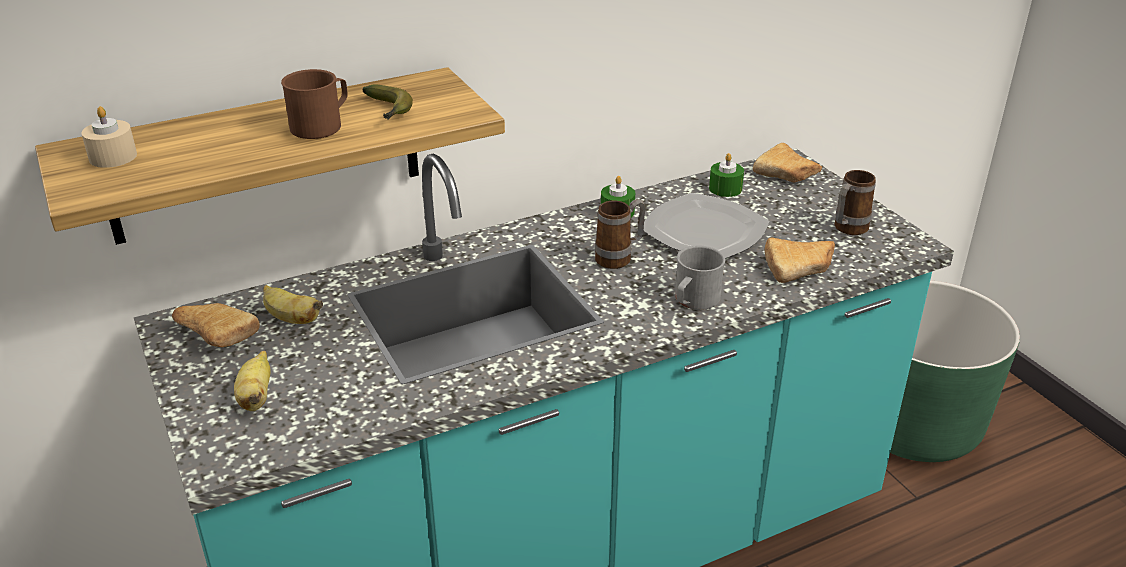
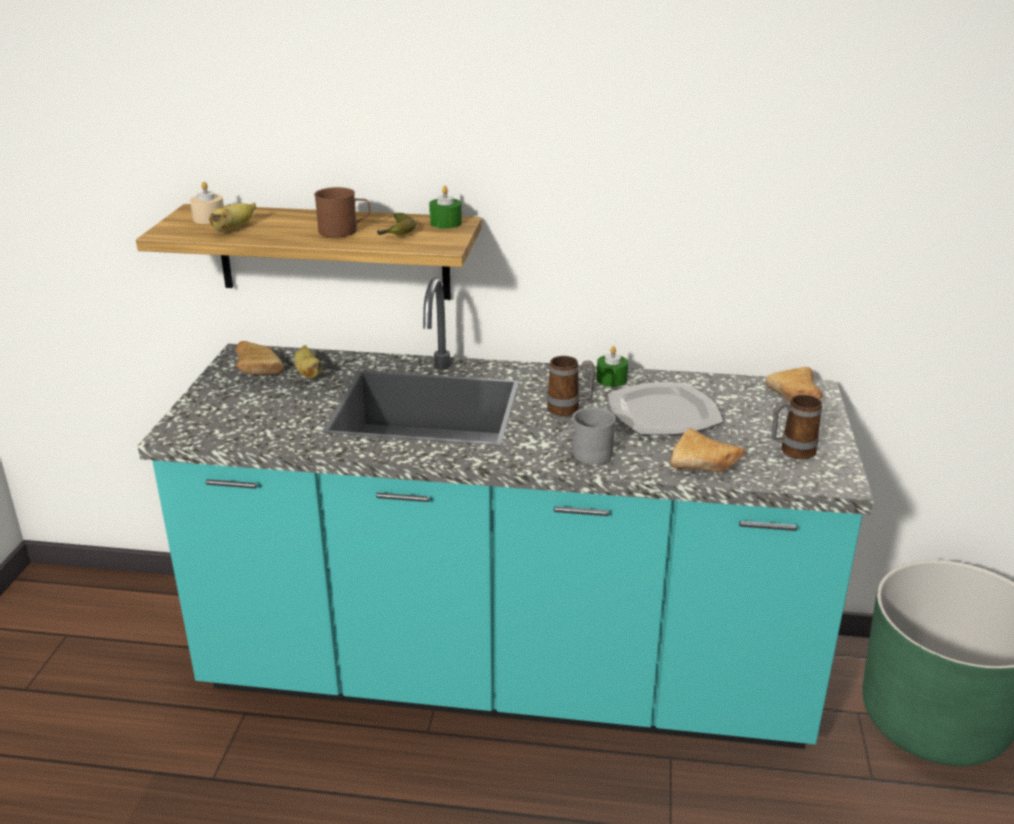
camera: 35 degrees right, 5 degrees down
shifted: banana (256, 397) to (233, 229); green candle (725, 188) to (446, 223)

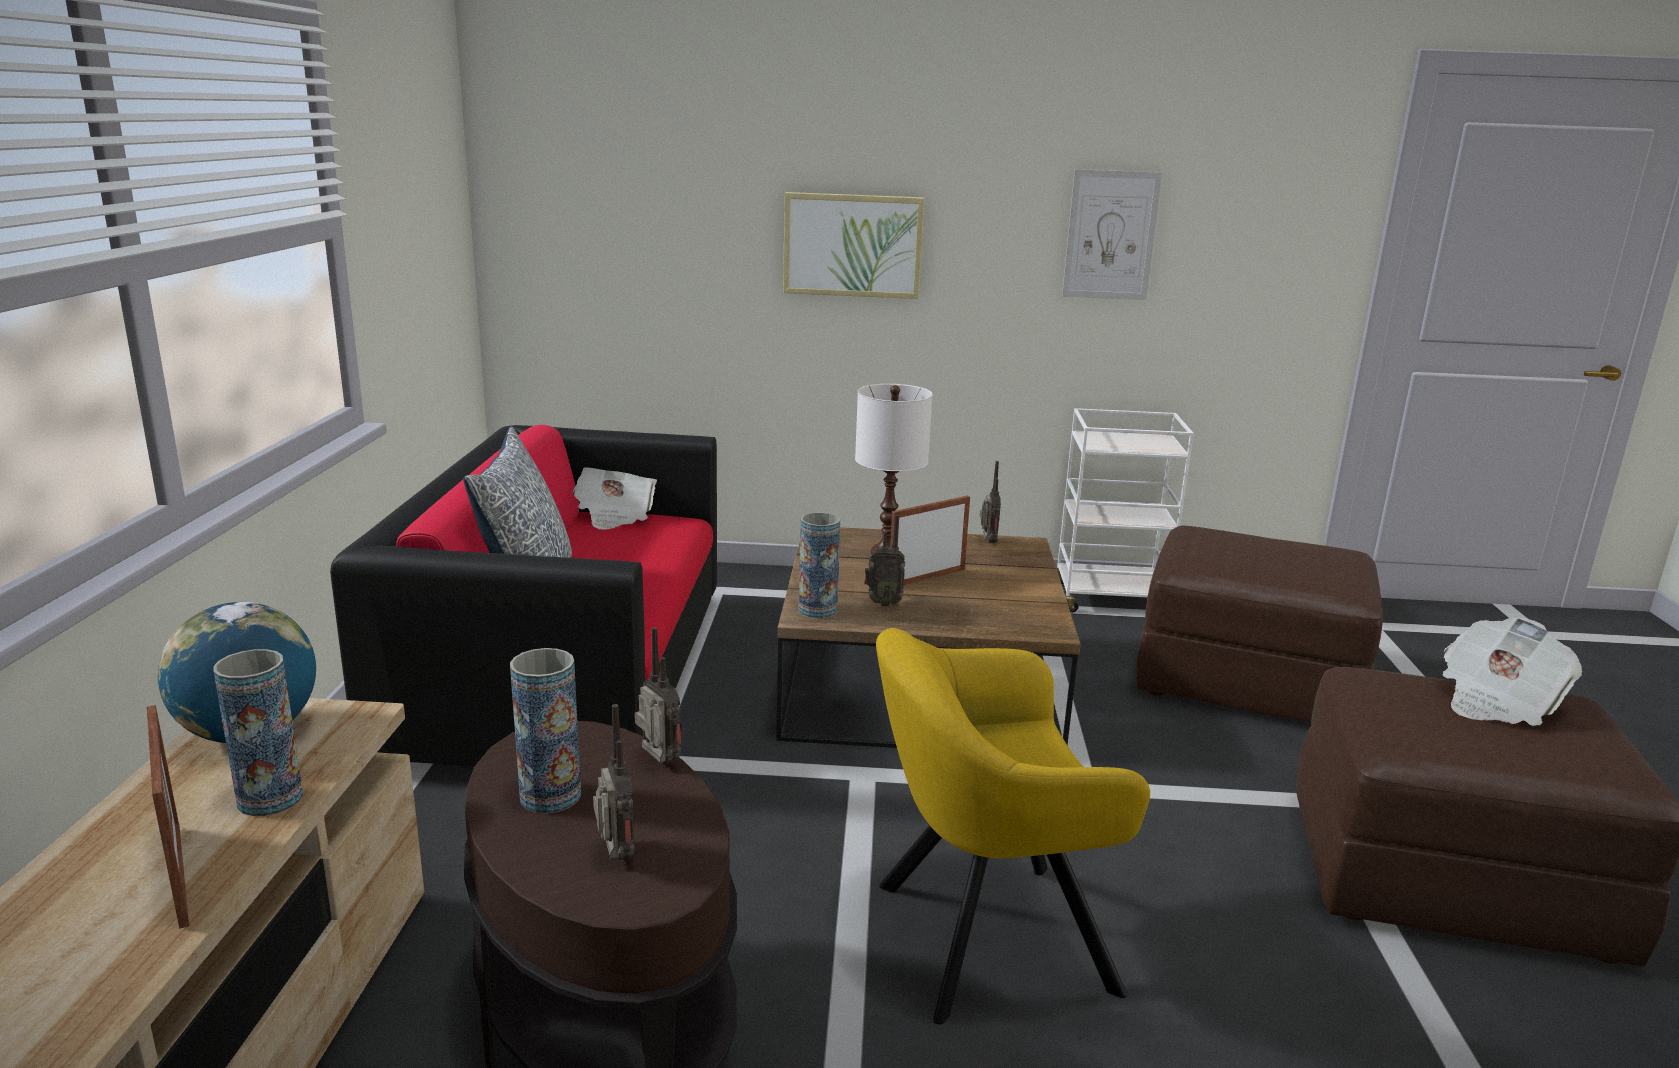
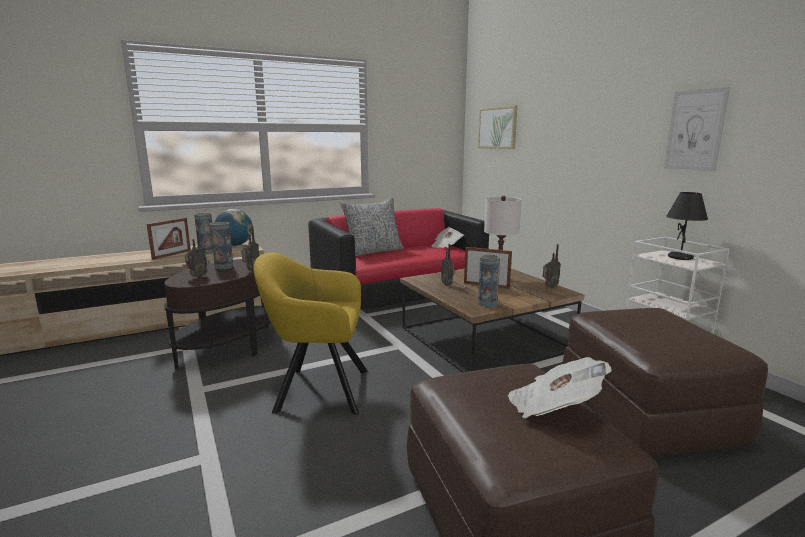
camera: 60 degrees right, 5 degrees down
new: black table lamp (680, 257)
shifted: picture (852, 245) to (497, 128); vase (817, 610) to (487, 303)
rotated: yellow armchair (979, 938) = (316, 389) 45 degrees counterclockwise

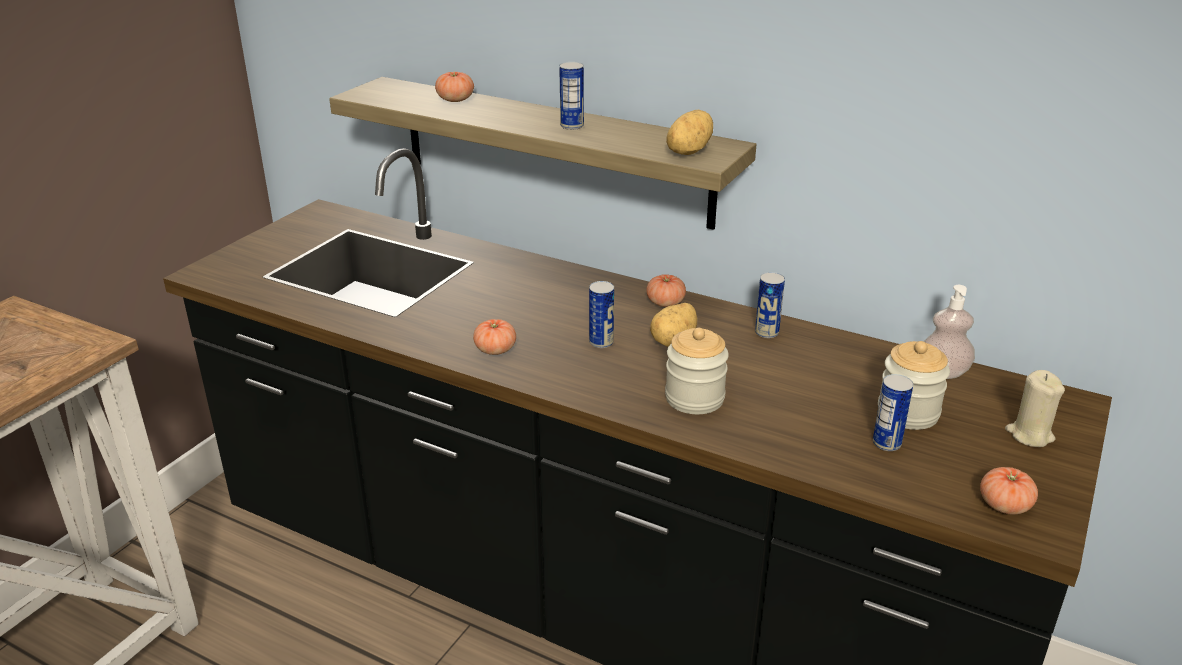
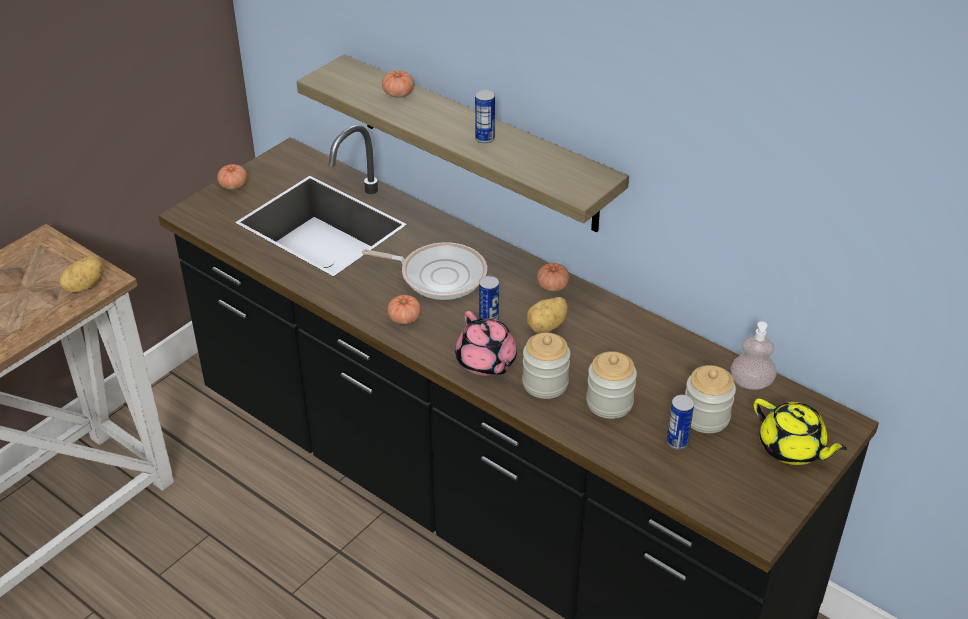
camera: 10 degrees right, 10 degrees up
gone: can (766, 332)
new: frying pan (439, 275); pink teapot (486, 362); jar (609, 403)
shifted: potato (686, 151) to (84, 286); tomato (1004, 505) to (233, 185)
swapped: beige candle (1029, 435) to yellow teapot (792, 448)

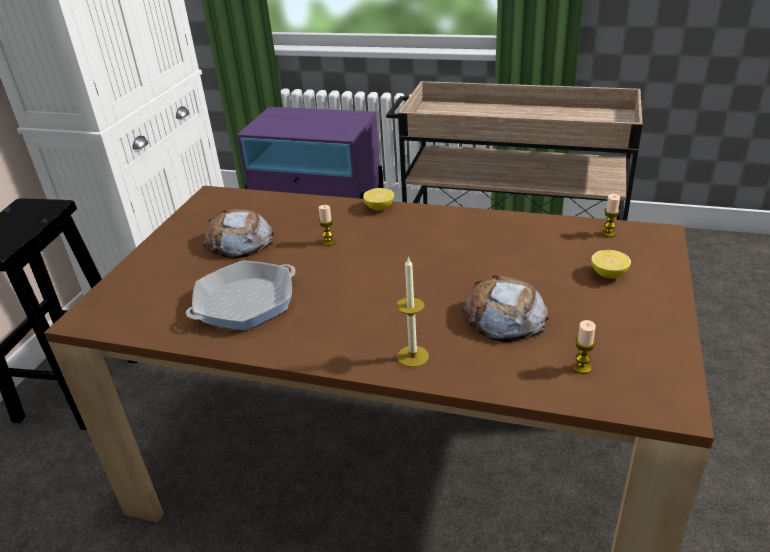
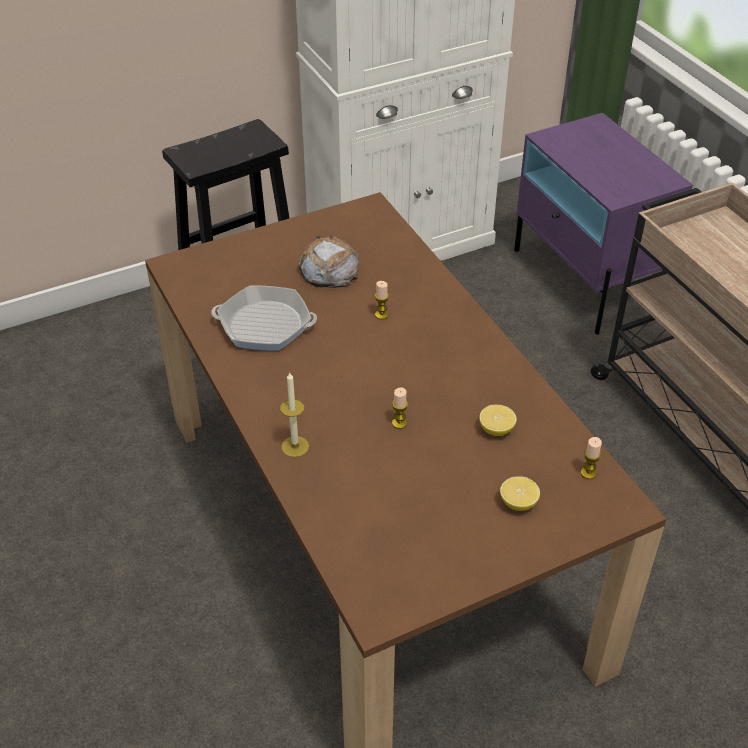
camera: 45 degrees right, 10 degrees up
gone: bread (504, 317)
shifted: candle (581, 367) to (399, 423); lemon (379, 208) to (496, 429)

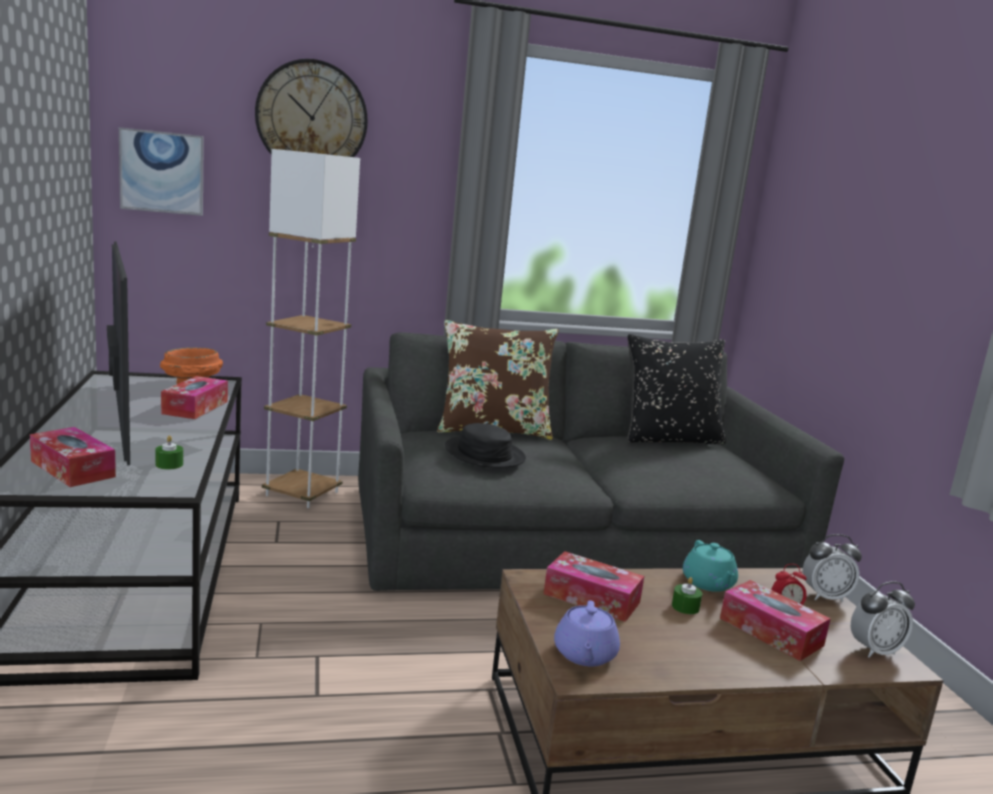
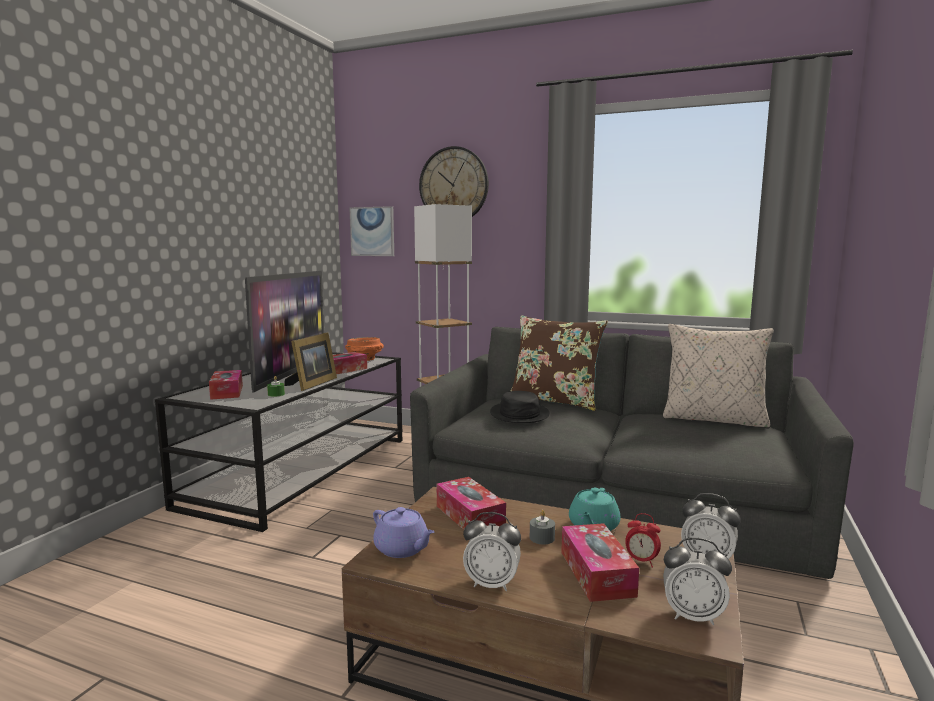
camera: 35 degrees right, 5 degrees down
new: picture frame (312, 384); alarm clock (491, 584)
repainted: green candle (685, 607) to grey candle (542, 538); black pillow (670, 439) to beige pillow (713, 420)
rotated: purple teapot (584, 655) = (402, 549) 90 degrees counterclockwise

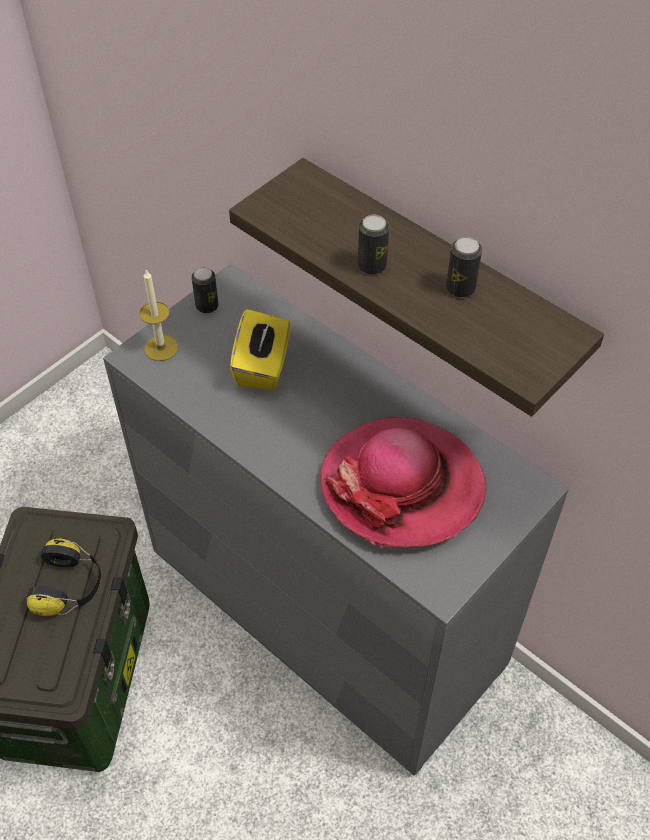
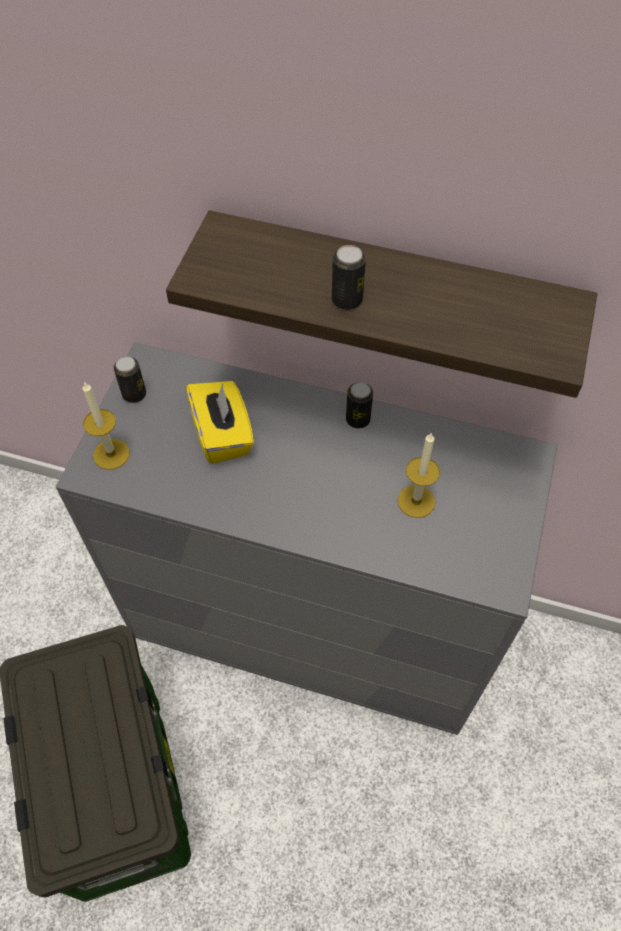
camera: 25 degrees left, 5 degrees up
gone: headphones (70, 586)
shifted: can (460, 288) to (358, 419)
swapped: hat (402, 485) to candle (416, 501)

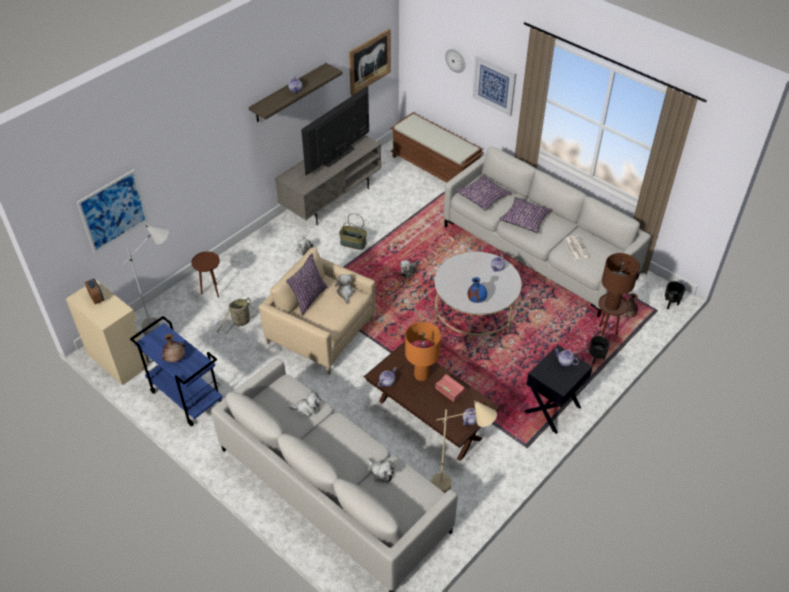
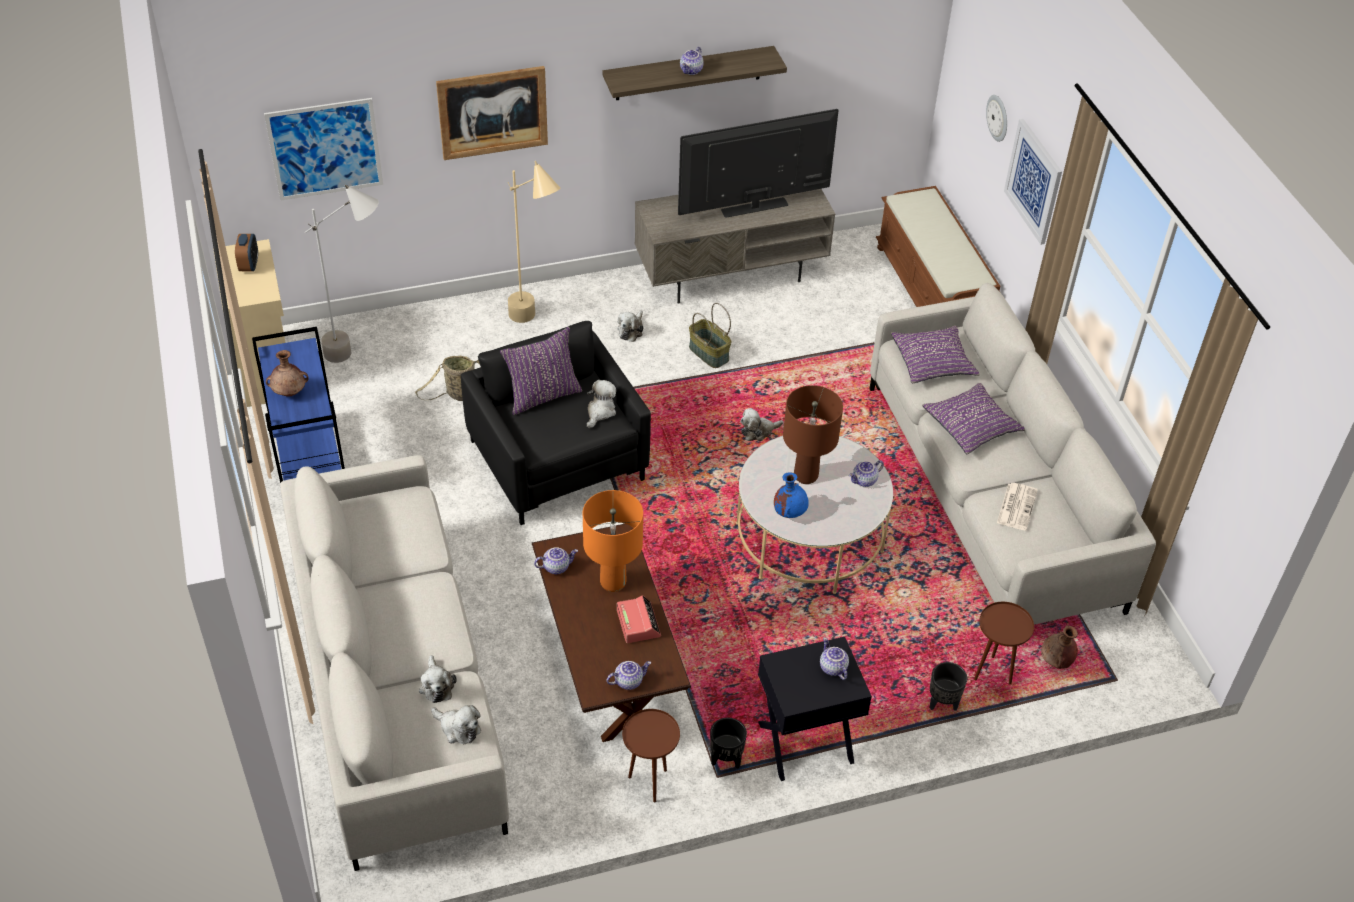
camera: 30 degrees right, 0 degrees up
shifted: plush toy (307, 408) to (458, 728); picture (369, 62) to (493, 112); beige floor lamp (457, 493) to (536, 325); brown side table (212, 291) to (650, 782); black planter (670, 303) to (726, 759); brown table lamp (612, 305) to (805, 476)
repainted: beige armchair (321, 332) to black armchair (557, 460)

